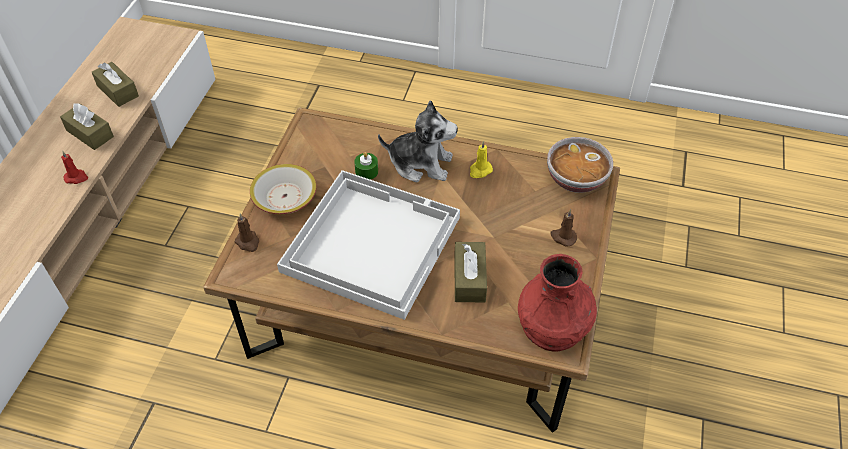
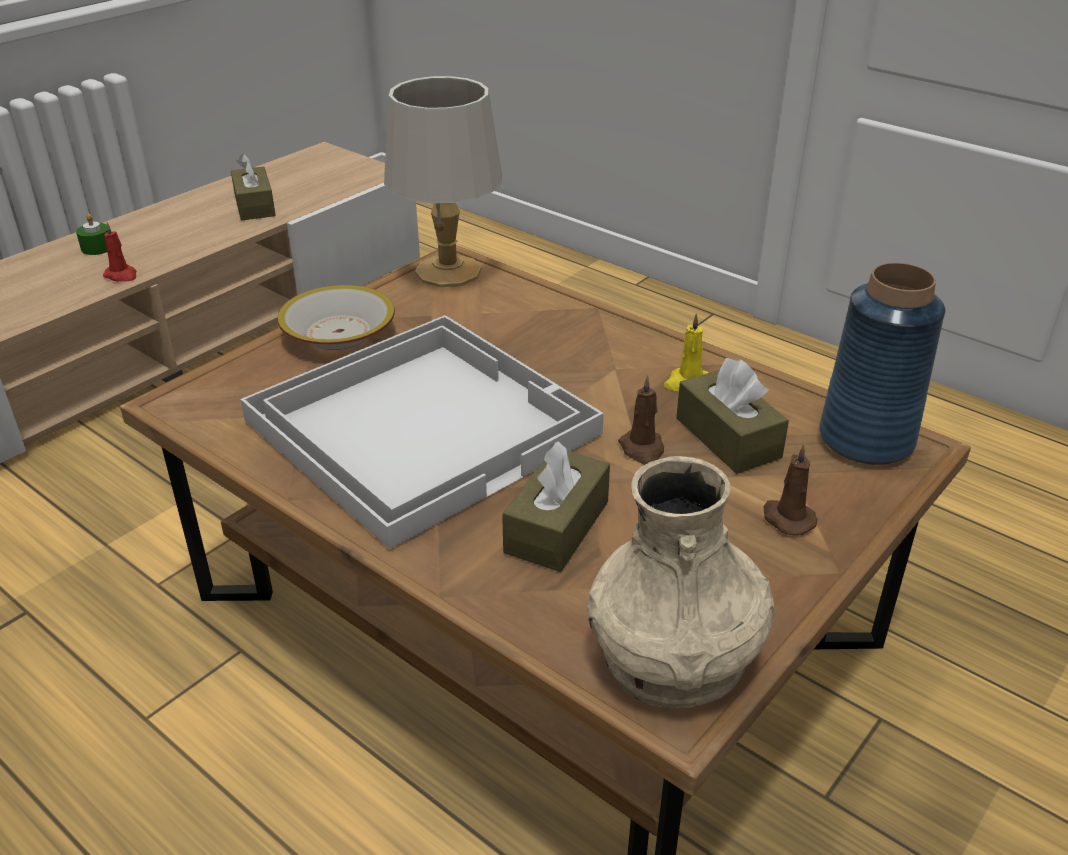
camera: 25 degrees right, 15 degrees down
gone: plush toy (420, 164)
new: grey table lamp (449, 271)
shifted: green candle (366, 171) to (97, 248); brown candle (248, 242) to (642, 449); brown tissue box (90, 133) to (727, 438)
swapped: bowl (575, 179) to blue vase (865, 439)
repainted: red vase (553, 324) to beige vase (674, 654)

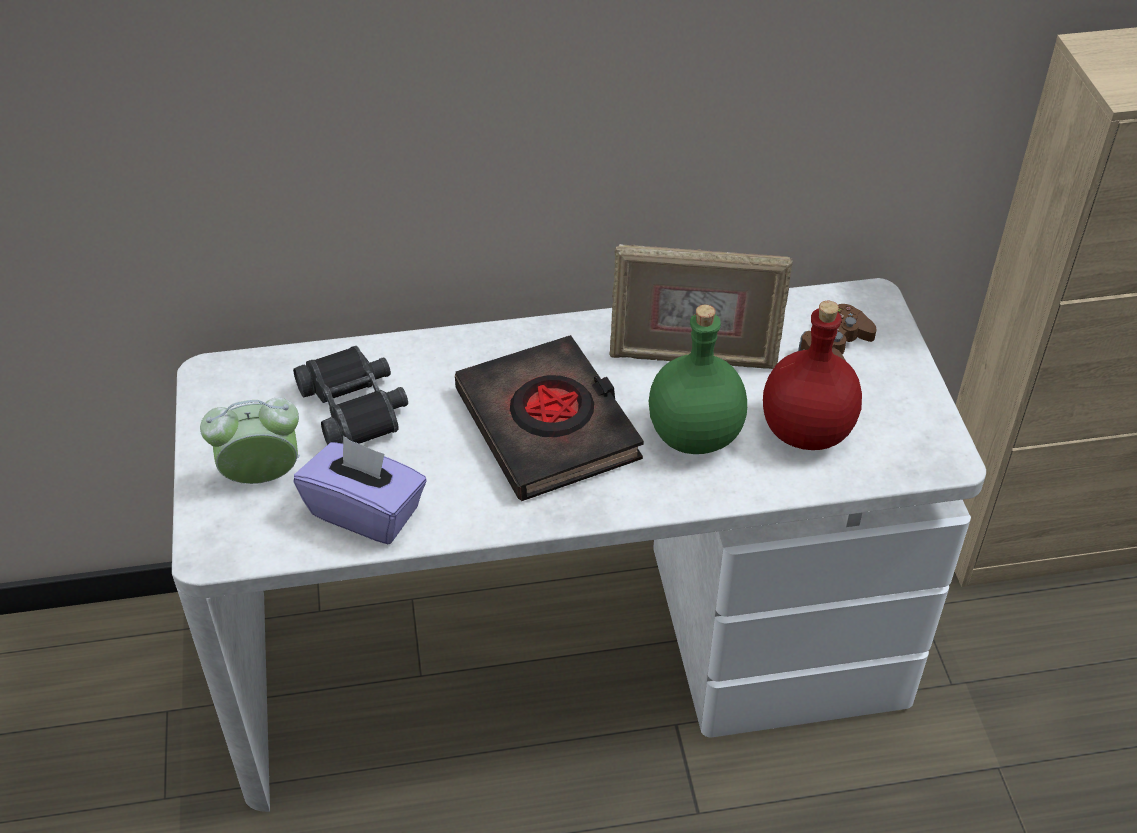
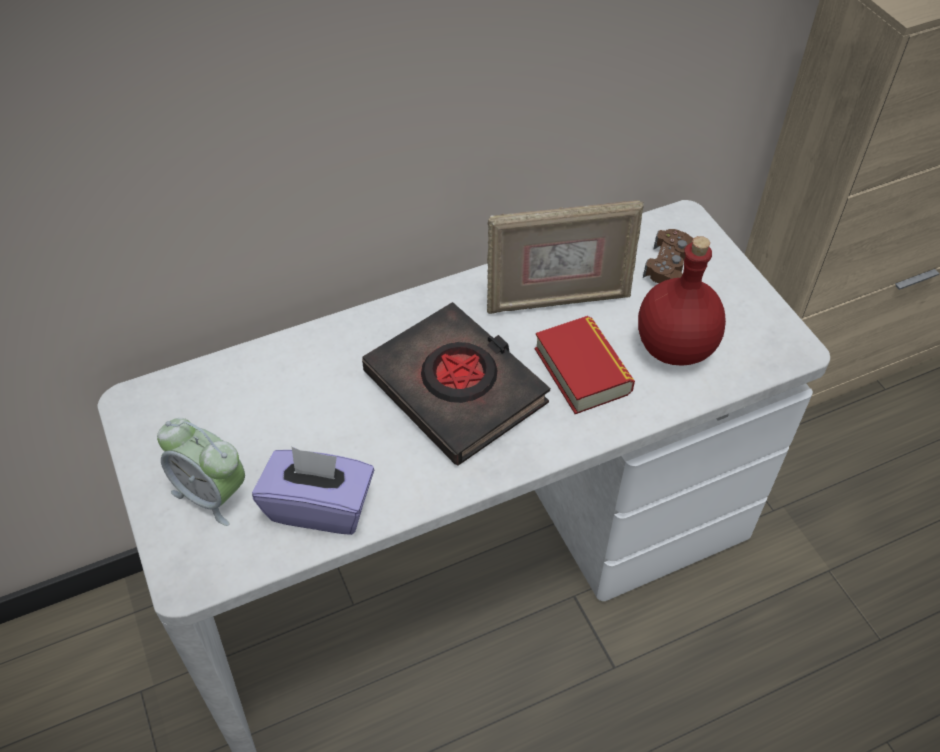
camera: 15 degrees left, 5 degrees up
gone: black binoculars (355, 407)
swapped: green bottle (693, 435) to book (582, 371)
rotated: alarm clock (262, 477) = (212, 494) 120 degrees counterclockwise

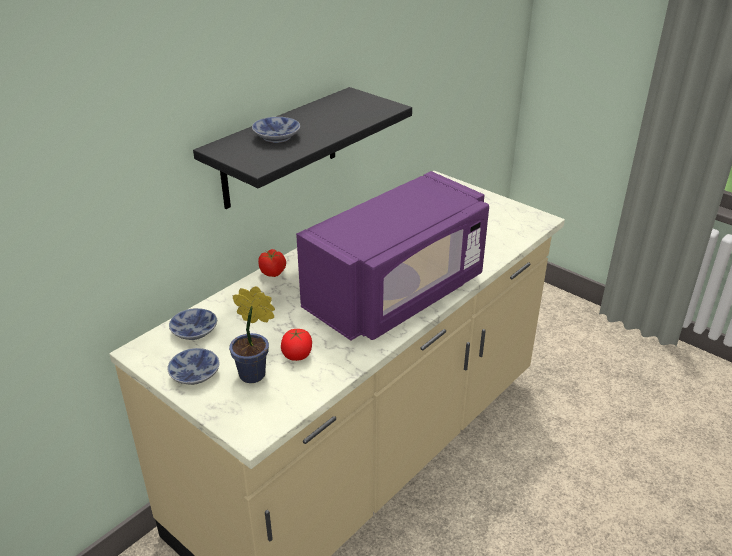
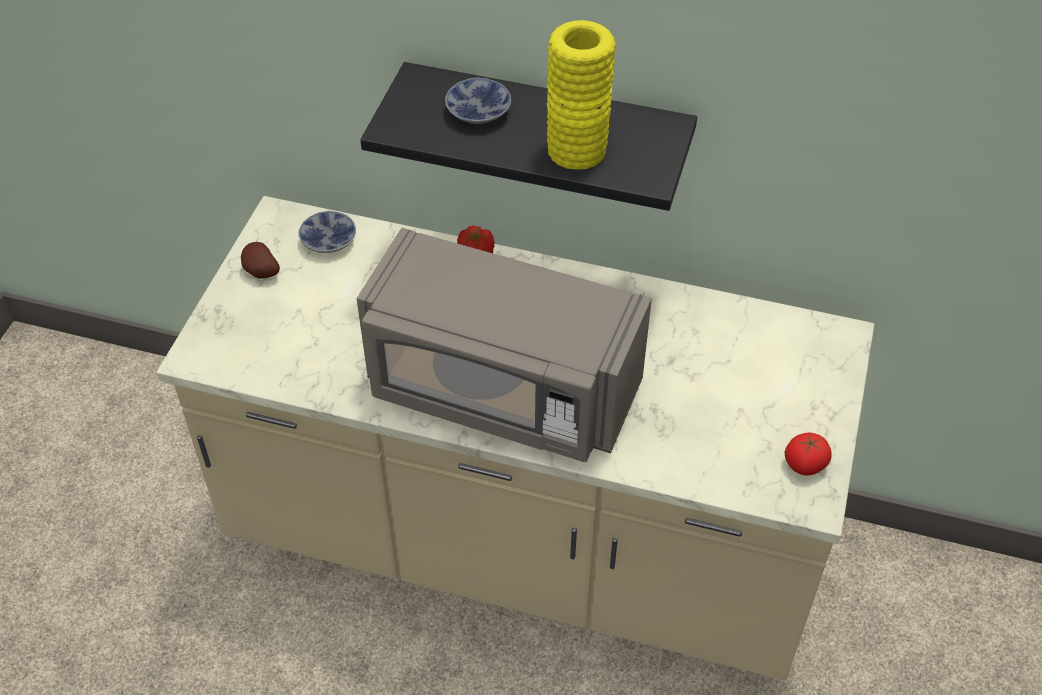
camera: 65 degrees right, 15 degrees up
gone: potted plant (256, 375)
new: yellow vase (577, 150)
shifted: tomato (297, 355) to (805, 464)
swapped: bowl (193, 373) to potato (260, 272)
repainted: purple microwave (397, 293) to grey microwave (501, 391)

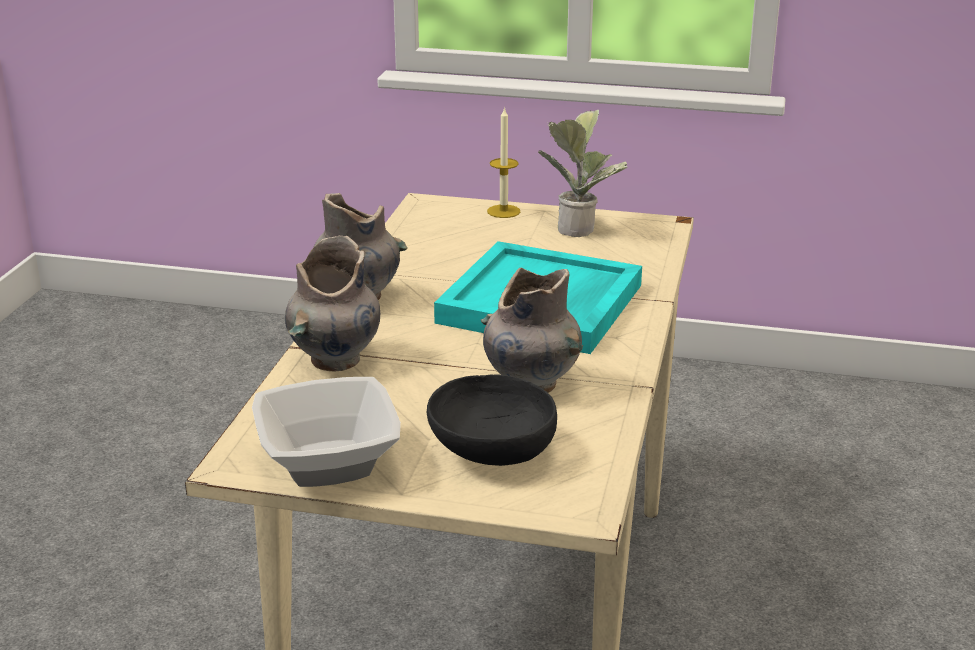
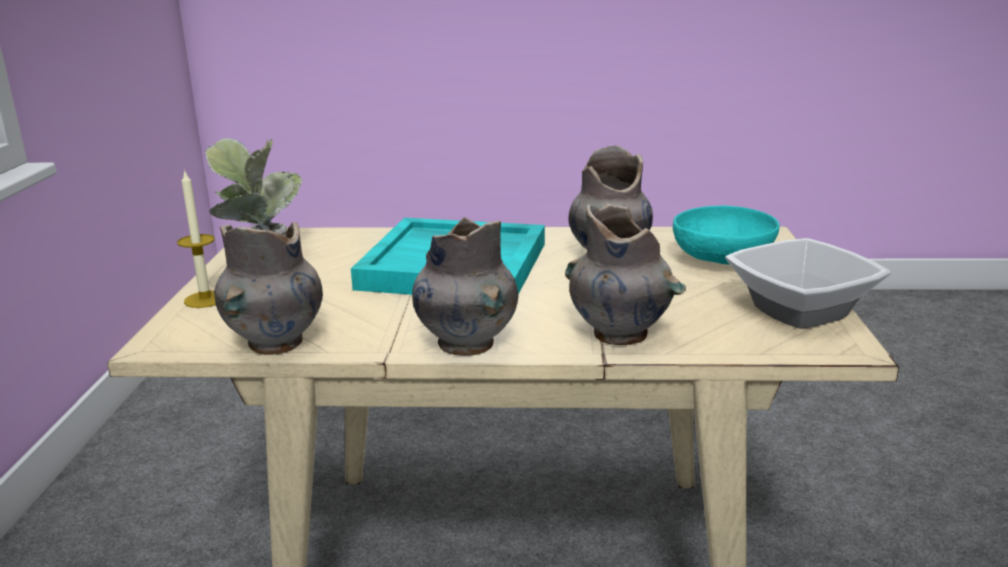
camera: 100 degrees left, 5 degrees down
new: grey vase (276, 342)
repainted: black bowl (490, 451) to turquoise bowl (722, 261)

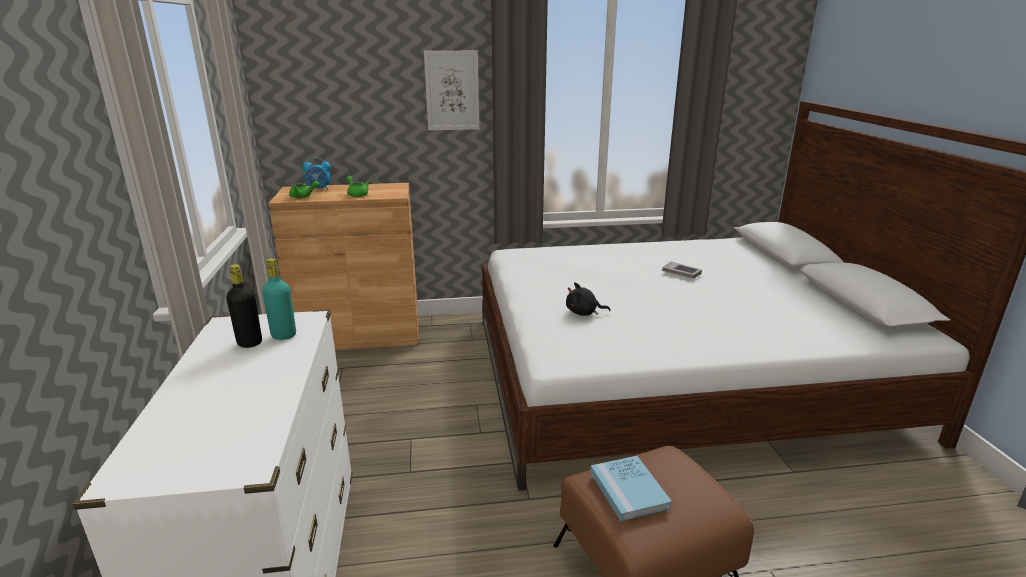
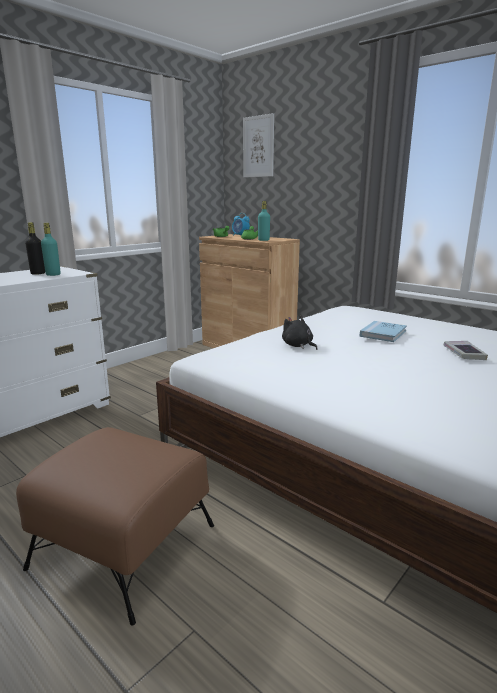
camera: 50 degrees right, 5 degrees down
new: turquoise bottle (263, 240)
shifted: picture (452, 91) to (258, 147); blue book (628, 490) to (383, 333)

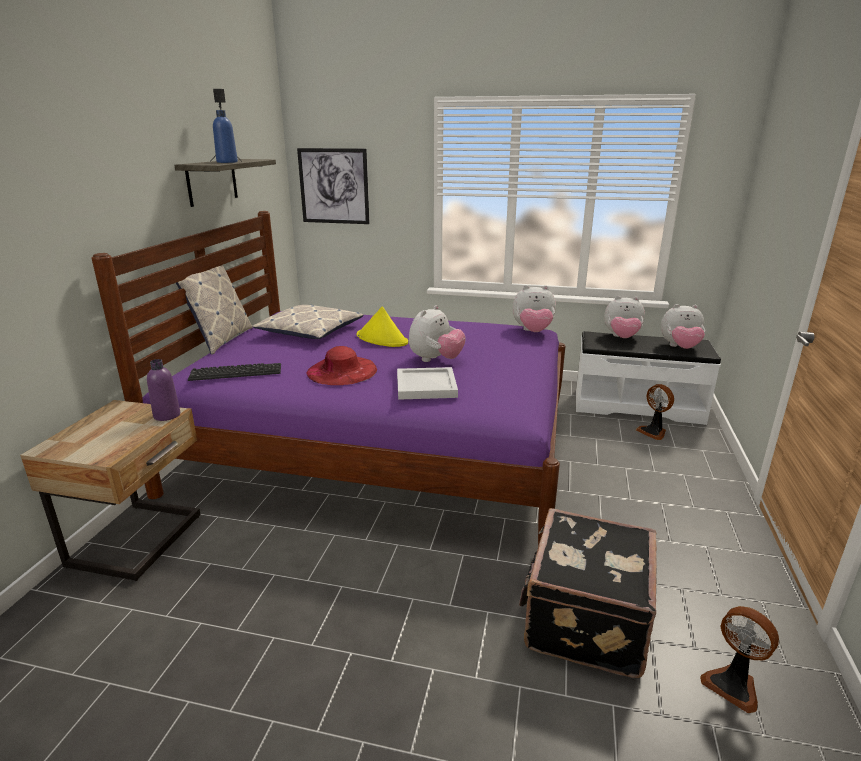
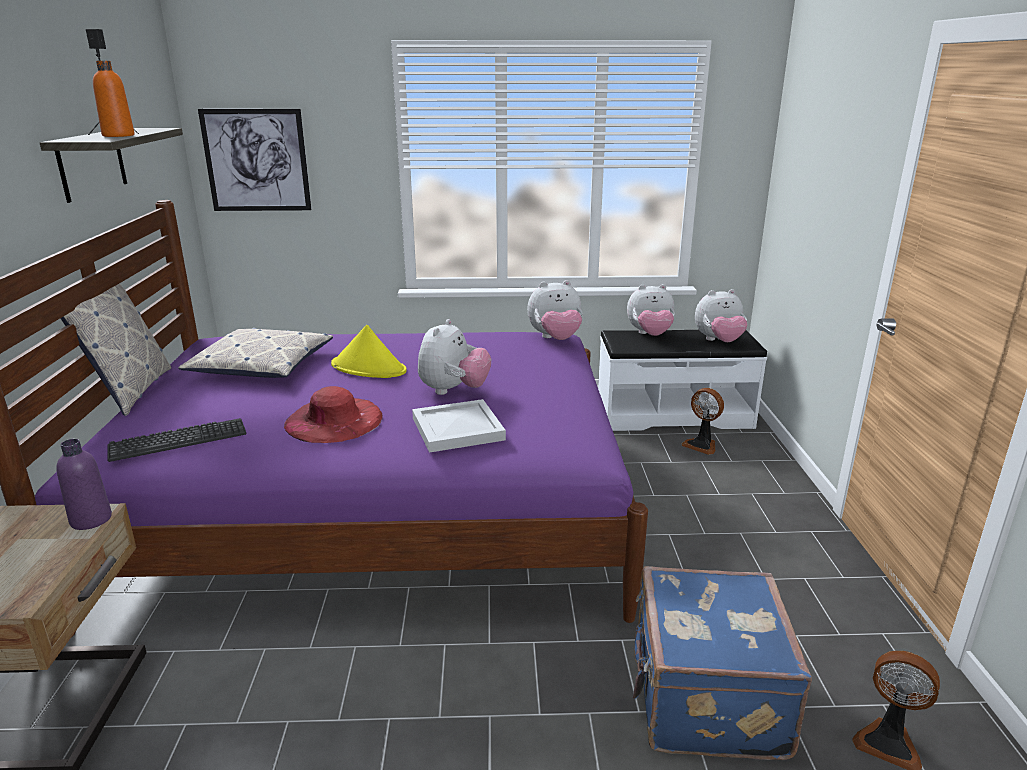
camera: 15 degrees left, 0 degrees up
repainted: blue bottle (227, 162) to orange bottle (118, 135); black suitcase (583, 619) to blue suitcase (704, 698)

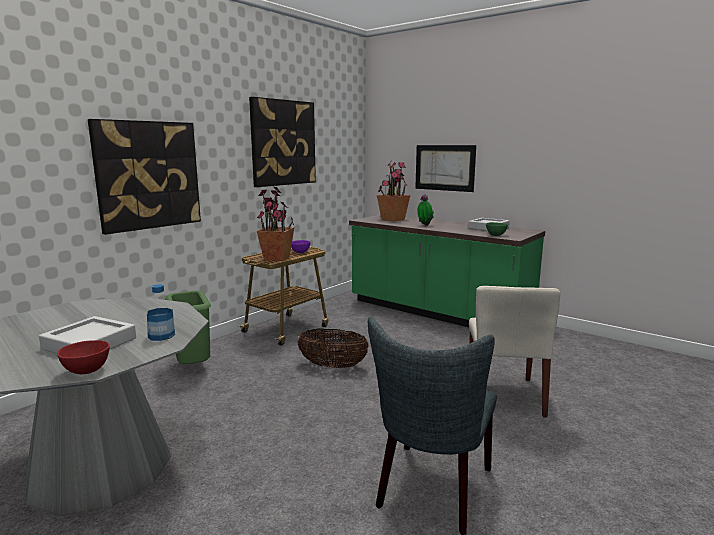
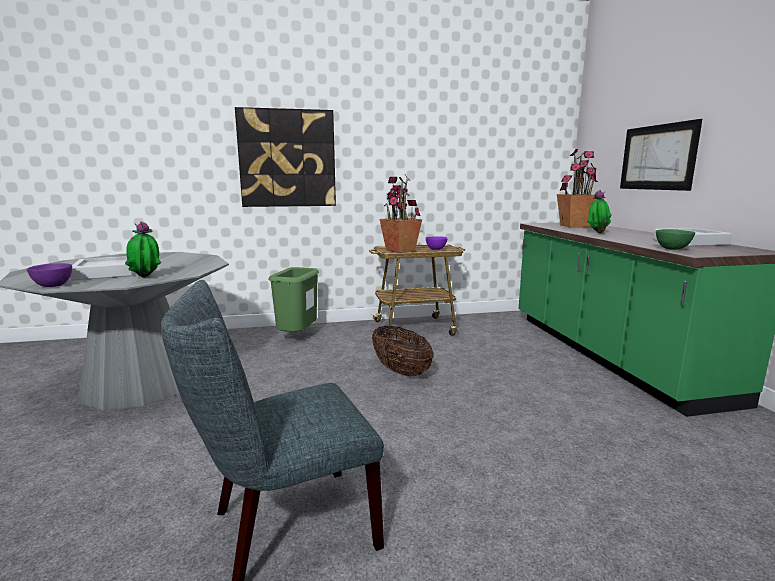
camera: 40 degrees right, 0 degrees up
gone: picture (283, 143); beige chair (504, 395)
swapped: bottle (161, 336) to potted plant (145, 277)
repainted: red bowl (86, 371) to purple bowl (53, 286)

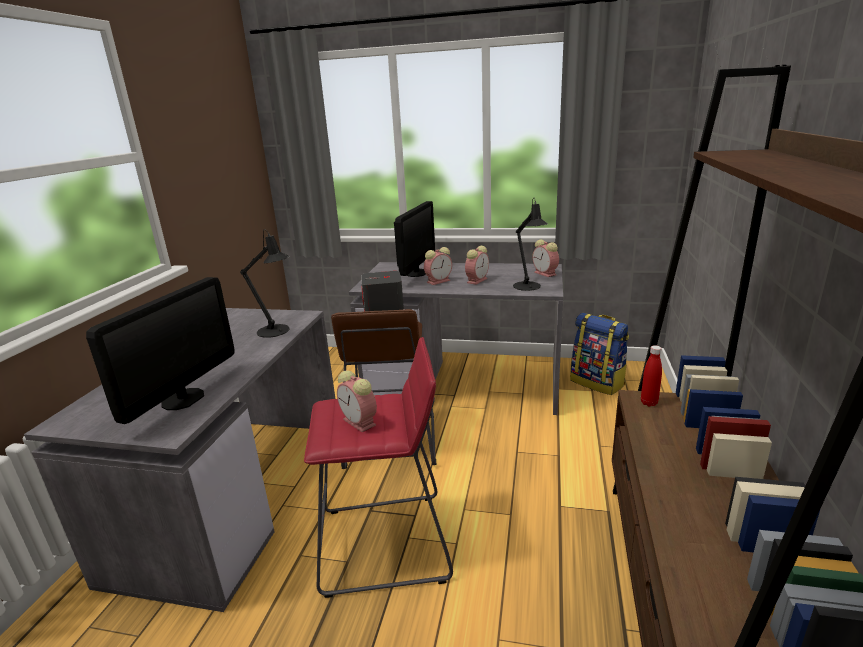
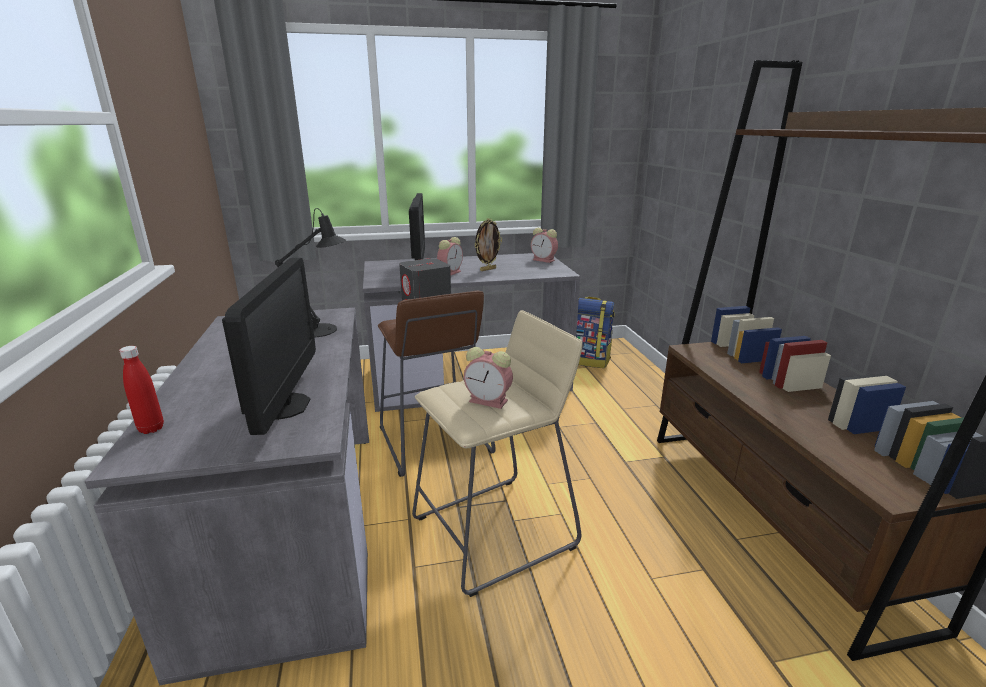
camera: 25 degrees left, 0 degrees up
gone: black table lamp (528, 287)
shifted: red bottle (649, 403) to (151, 428)
swapped: alarm clock (477, 280) to picture frame (487, 269)
repainted: red stool (385, 543) to beige stool (494, 531)

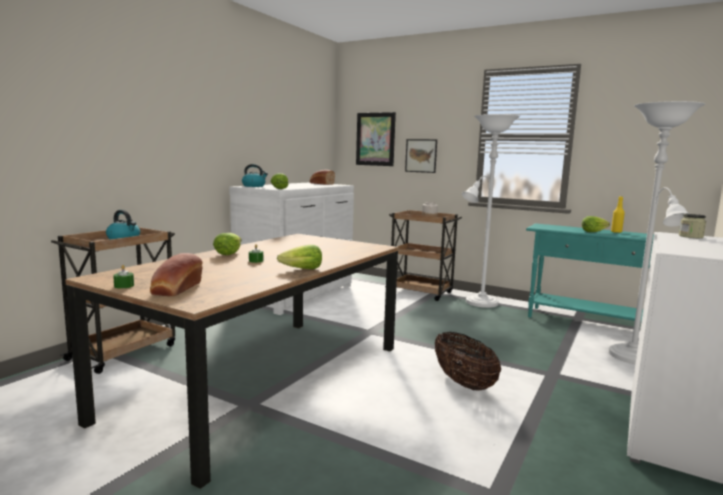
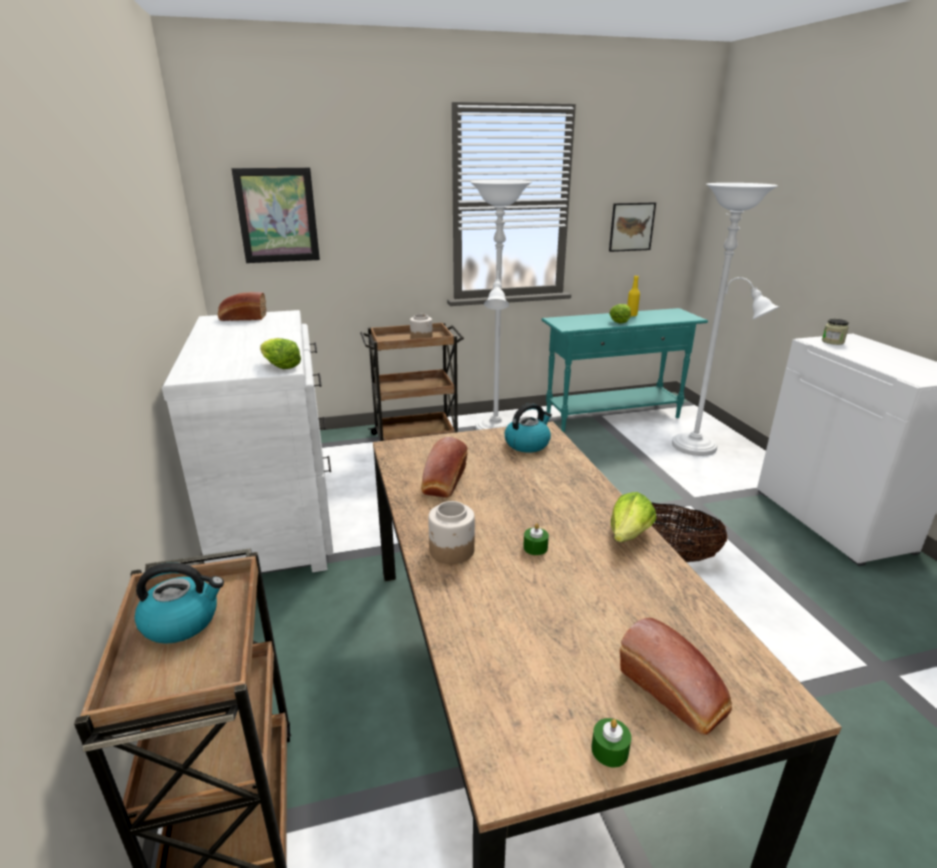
camera: 45 degrees left, 15 degrees up
new: bread (443, 482)
shifted: kettle (254, 186) to (527, 444); picture (421, 155) to (631, 227)
swapped: lettuce (228, 253) to jar (451, 550)

